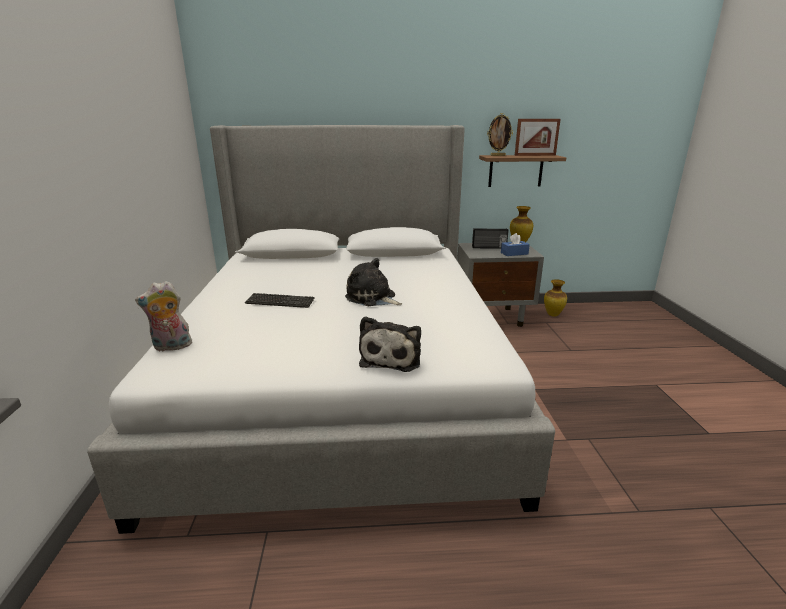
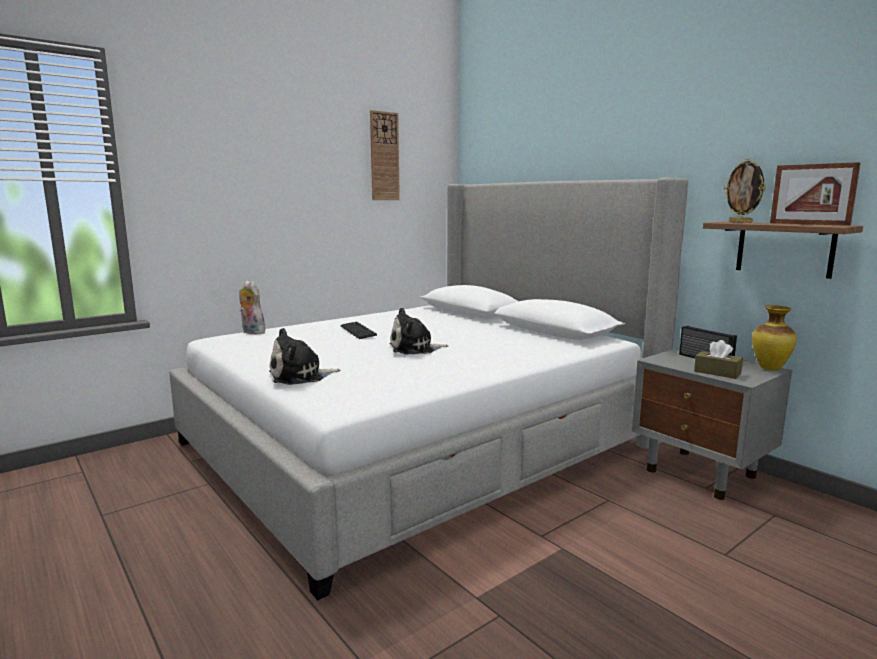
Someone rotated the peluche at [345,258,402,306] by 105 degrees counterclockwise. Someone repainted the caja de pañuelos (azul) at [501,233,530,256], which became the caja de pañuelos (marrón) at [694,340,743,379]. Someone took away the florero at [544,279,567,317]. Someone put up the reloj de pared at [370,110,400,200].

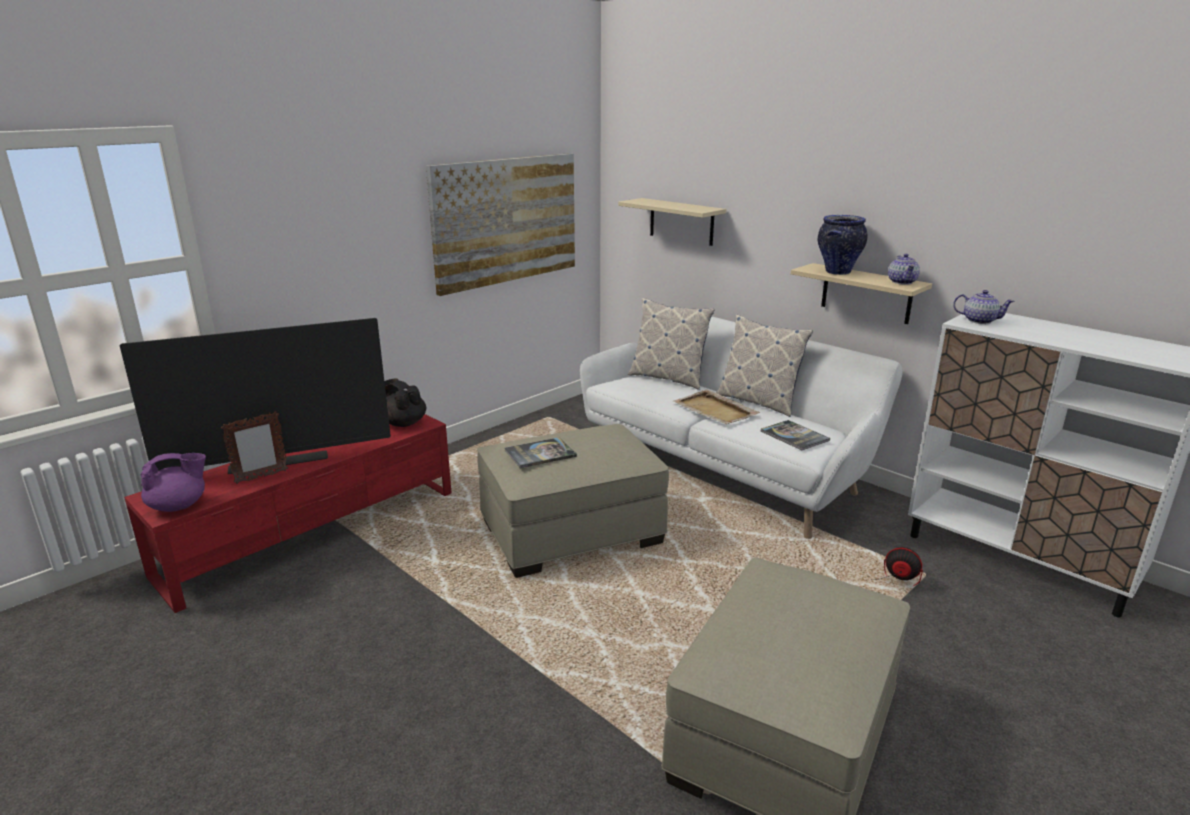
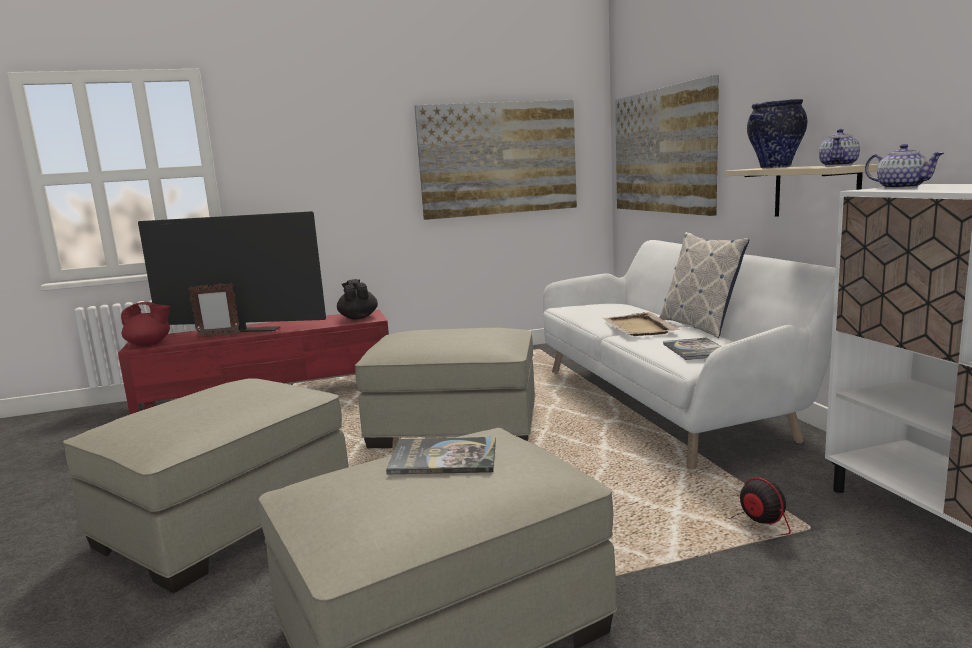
Someone repainted the tetera (morado) at [140,453,206,512], which became the tetera (rojo) at [121,302,171,346]. Someone carried the libro from [505,437,577,468] to [386,437,496,475]. Someone swapped the estante (beis) at [618,198,726,246] for the cuadro at [615,75,719,216]. Someone took away the cojín at [628,298,715,390]. Someone put down the puf (beis) at [63,378,349,593].

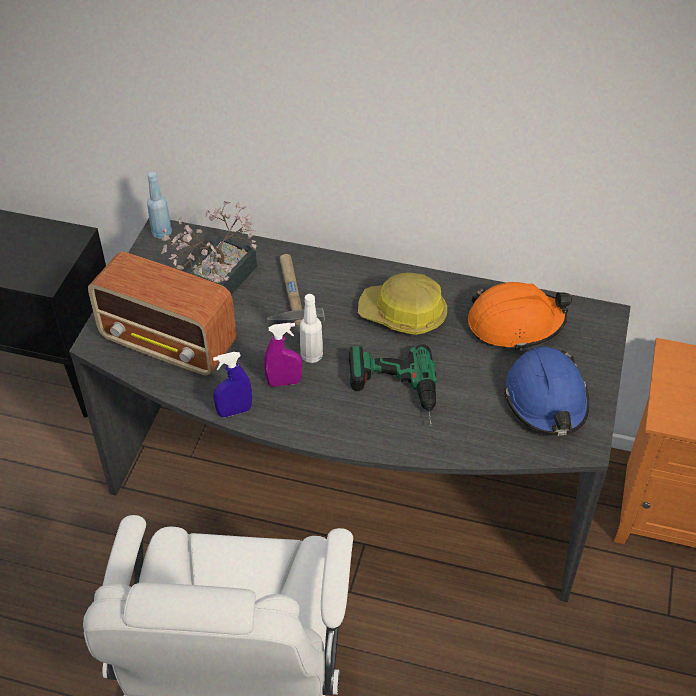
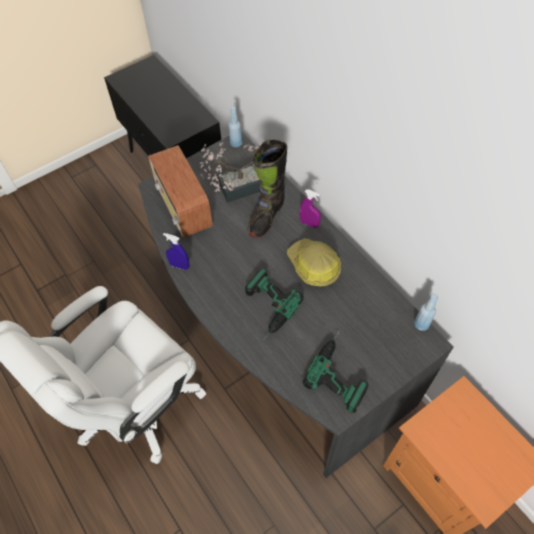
Someone carried the pulverizador (morado) from [264,323,302,387] to [300,189,321,228]. Someone swapped the martillo at [267,254,325,327] for the bota (negro) at [248,139,287,238]. Someone took away the botella (blanco) at [300,294,323,363]. Someone took away the casco (naranja) at [468,282,572,351]. Someone swapped the casco (azul) at [504,346,589,436] for the taladro at [303,331,368,413]. Someone put down the botella (azul) at [414,294,438,331].

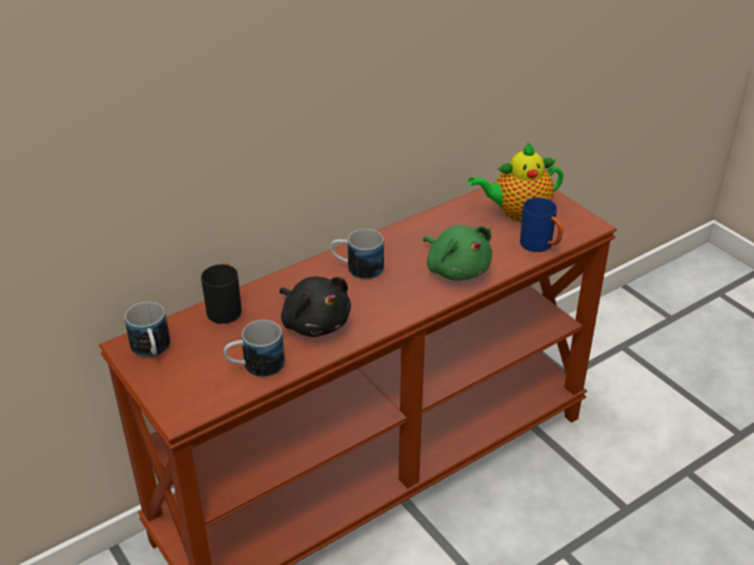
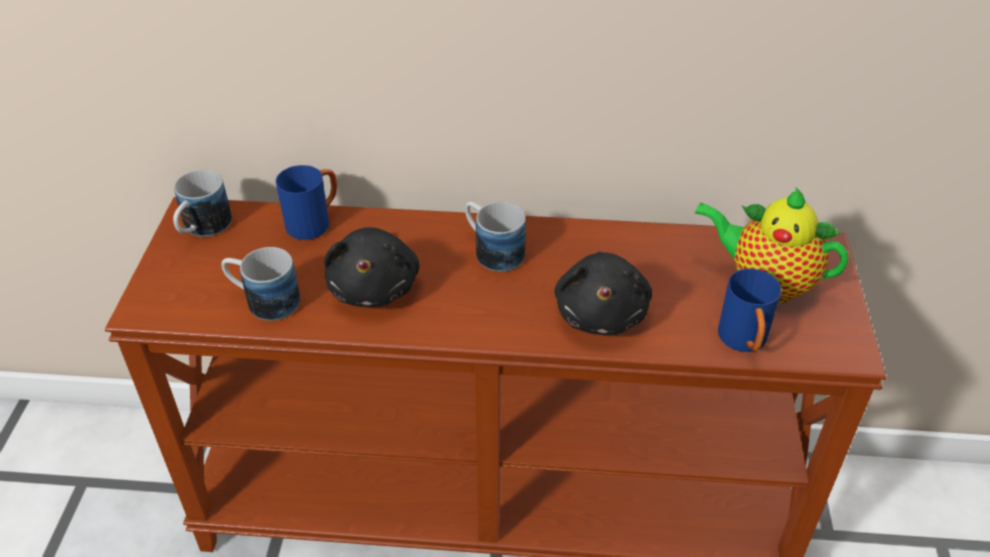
Someone repainted the taza grande (negro) at [201,263,242,324], which became the taza grande (azul) at [276,165,337,240]. Someone repainted the peluche (verde) at [423,225,492,281], which became the peluche (negro) at [554,251,652,335].

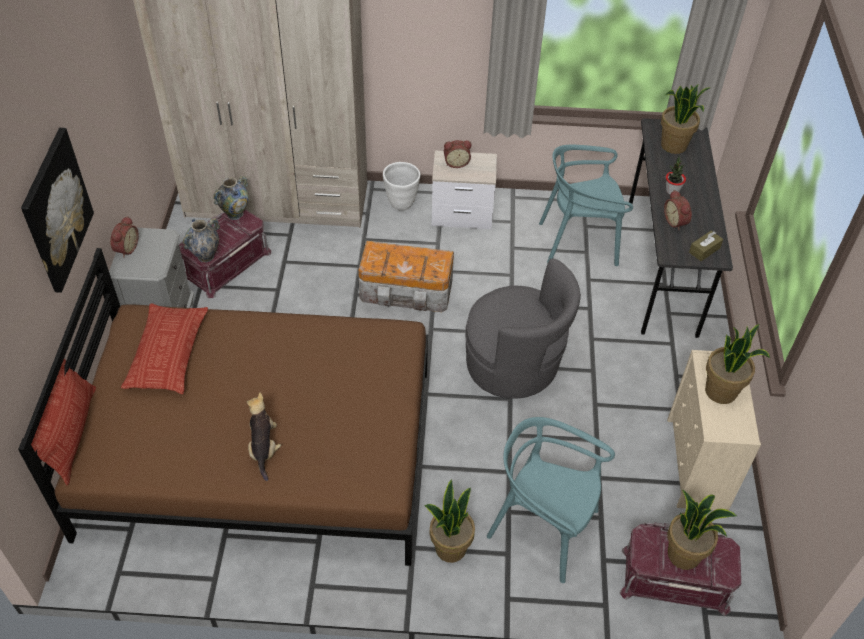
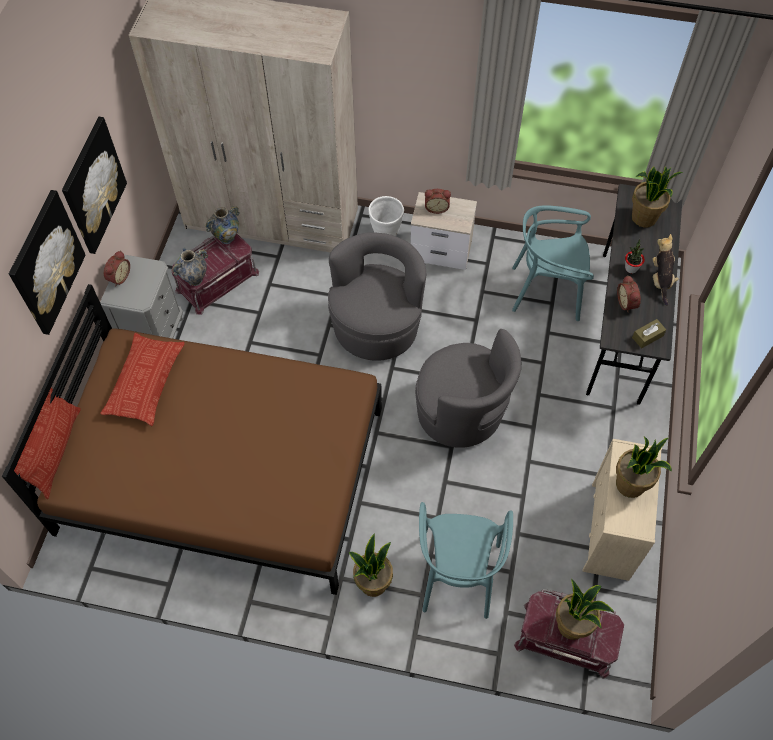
Someone carried the peluche from [246,393,281,481] to [652,234,679,306]. Someone swapped the caja de almacenaje at [358,241,454,312] for the sillón (gris) at [328,232,426,361]. Someone rotated the silla (turquesa) at [487,417,615,583] by 120 degrees counterclockwise. Someone put up the cuadro at [62,117,127,254].

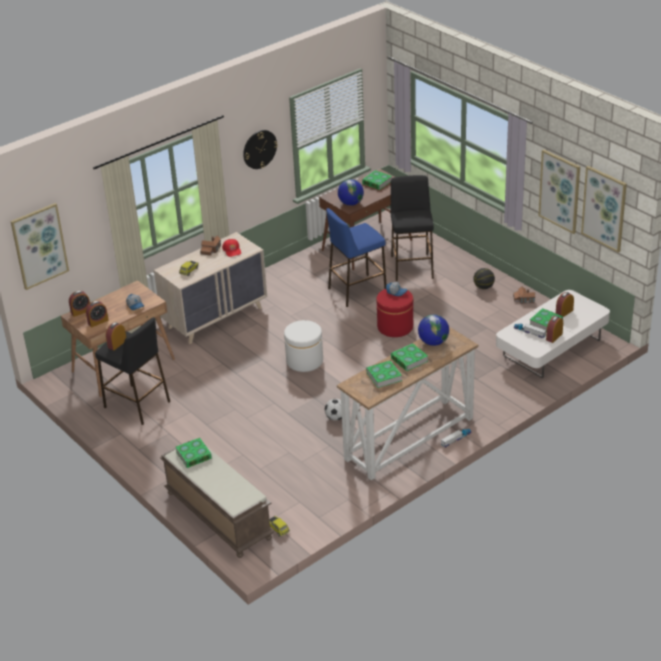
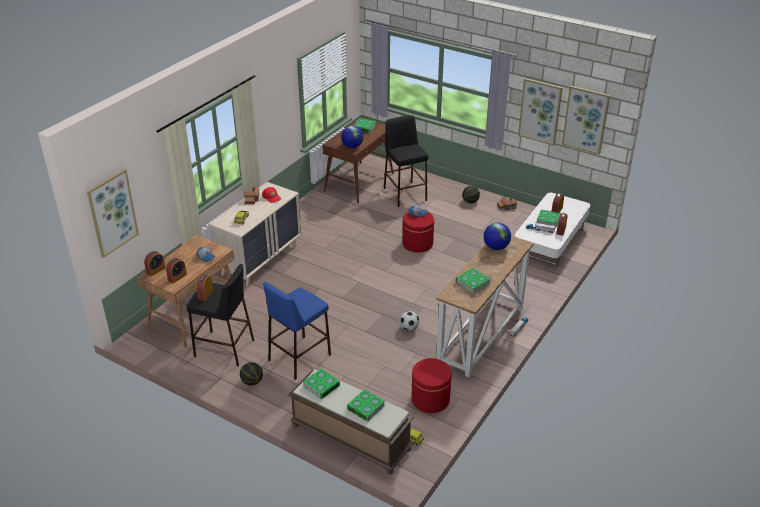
Someone took away the reloj de pared at [243,130,278,169]. Someone took away the puf (blanco) at [284,320,323,372]. Someone carried the taburete (azul) from [326,208,387,307] to [263,282,331,380]. Someone carried the libro from [391,343,428,371] to [347,389,384,422]. Someone put down the balón de baloncesto at [240,362,263,386]. Someone put down the puf (rojo) at [411,358,452,413].

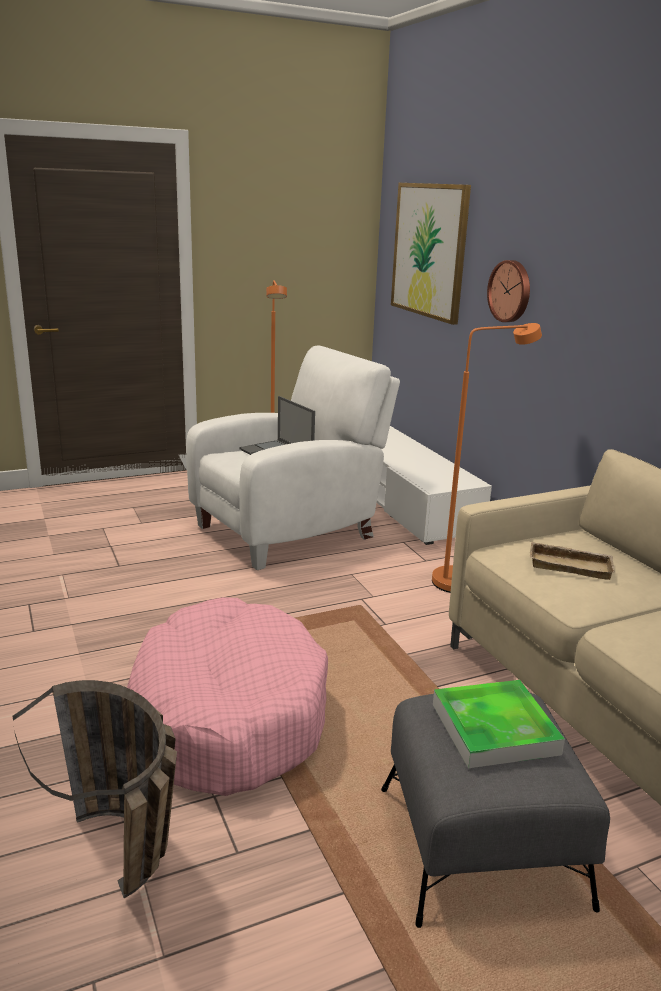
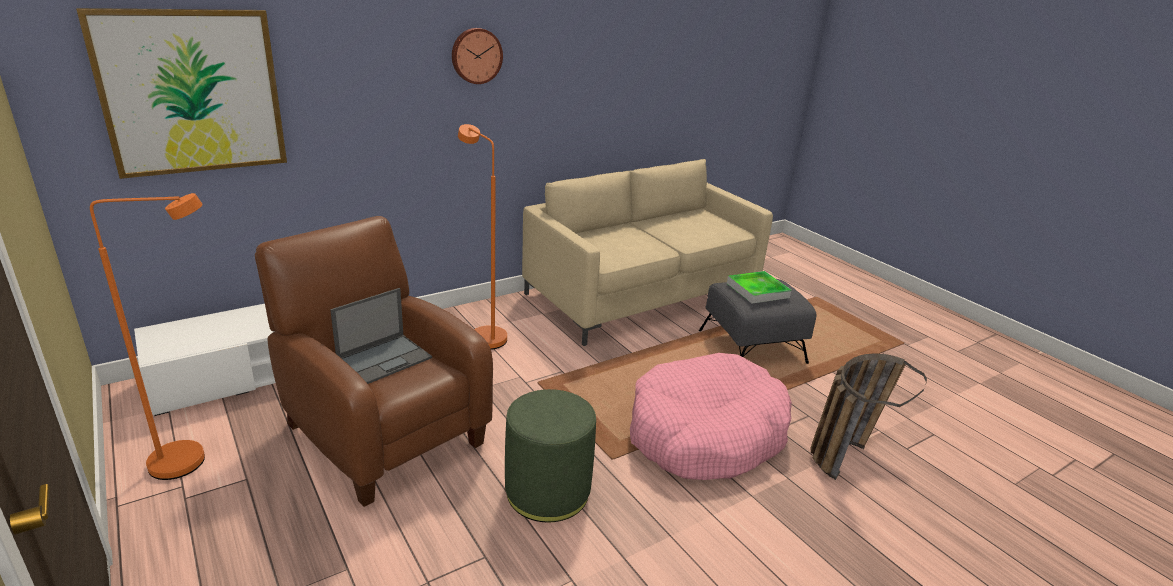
Someone repainted the sillón (blanco) at [186,346,400,570], which became the sillón (marrón) at [255,216,493,507]. Someone carried the reloj de pared from [487,260,530,322] to [452,28,503,84]. Someone took away the bandeja (beis) at [529,542,615,580]. Someone put down the puf (verde) at [505,389,596,522].

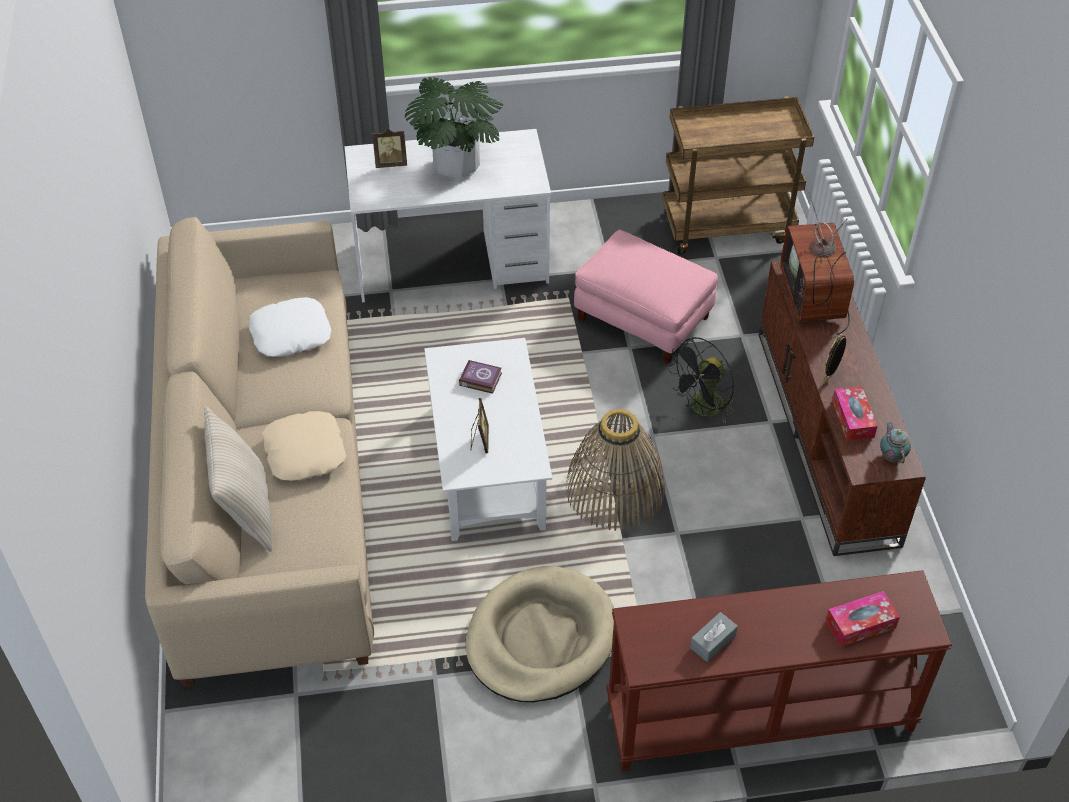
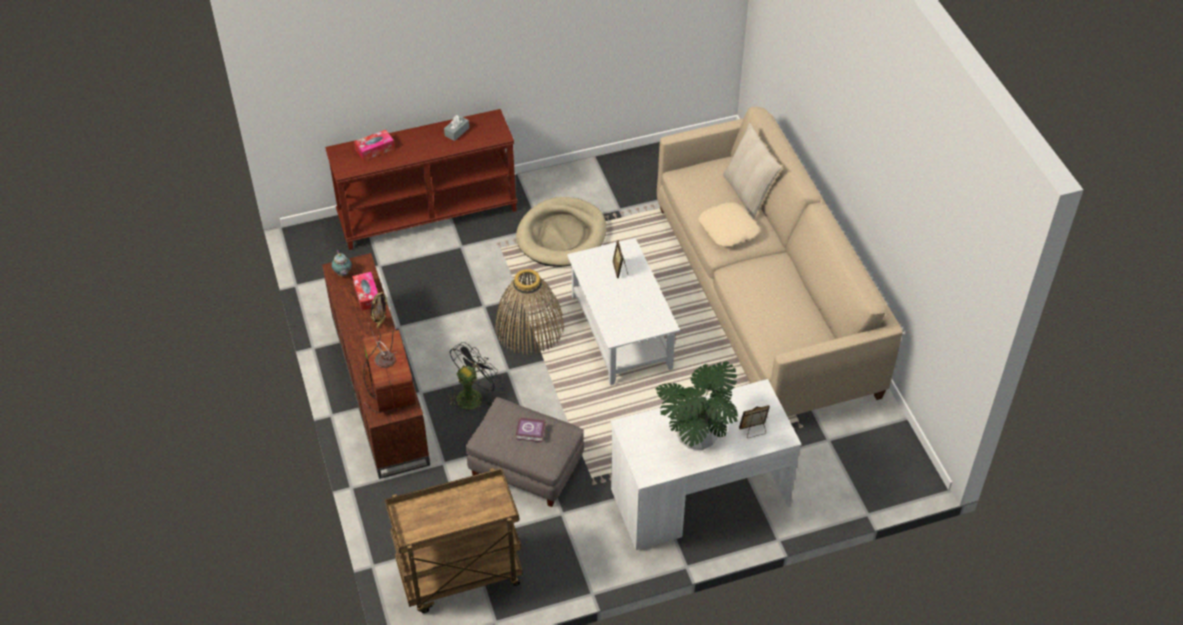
Someone took away the cojín (blanco) at [249,297,331,357]. Someone carried the libro from [459,360,502,394] to [516,418,546,442]. Someone repainted the puf (rosa) at [574,230,718,364], which became the puf (gris) at [466,397,584,507].

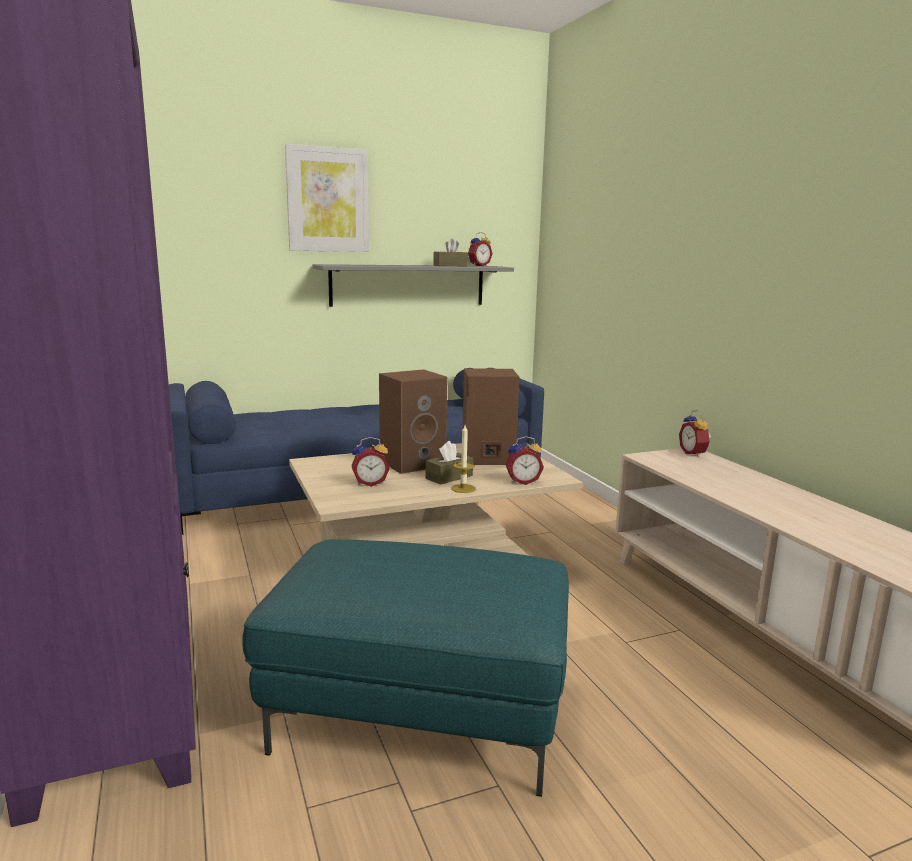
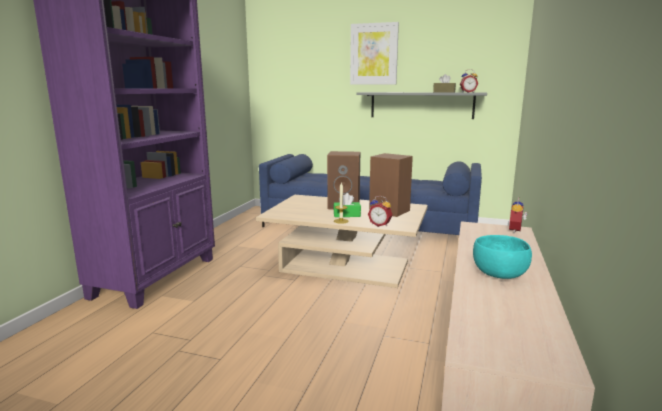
Someone took away the puf (turquesa) at [242,539,569,797]. Someone took away the despertador at [351,437,390,487]. Someone repainted the caja de pañuelos (marrón) at [426,441,473,485], which became the caja de pañuelos (verde) at [333,193,361,217]. Someone put down the cuenco (turquesa) at [473,235,532,279].

